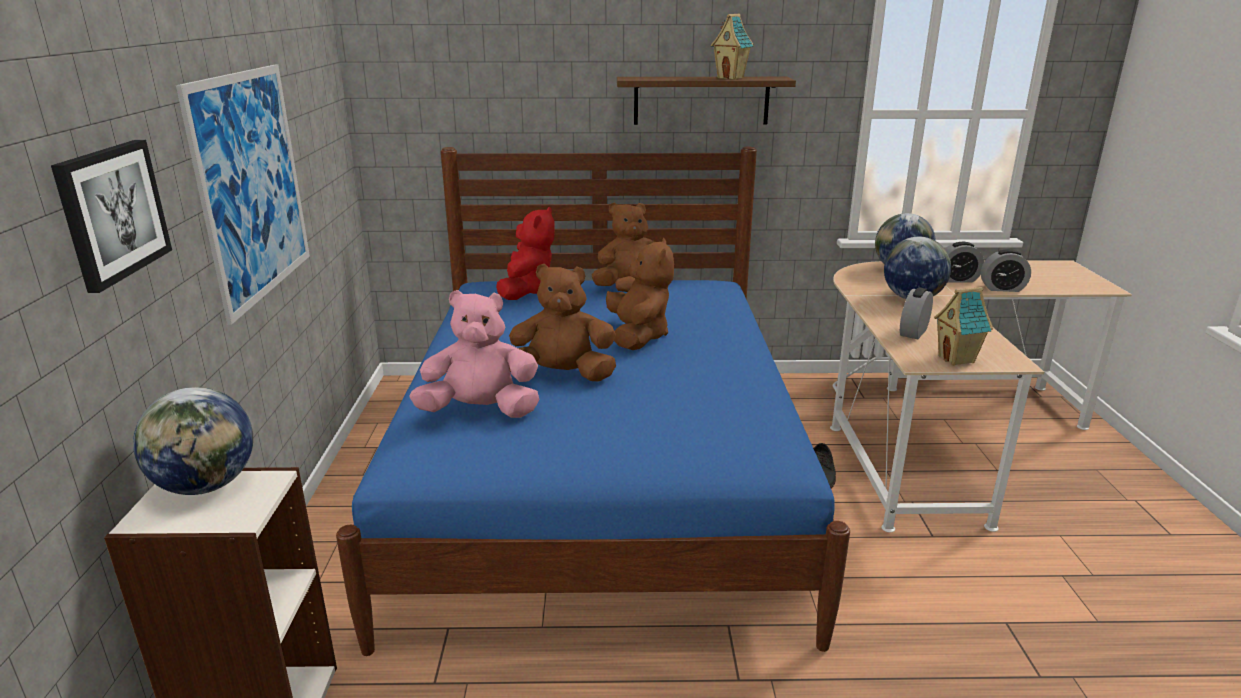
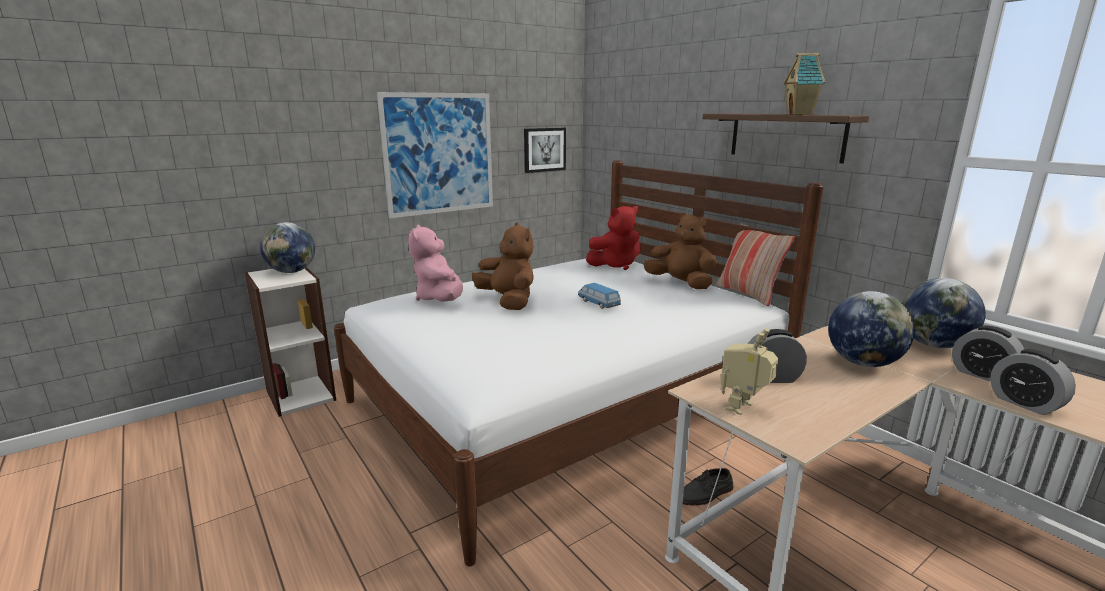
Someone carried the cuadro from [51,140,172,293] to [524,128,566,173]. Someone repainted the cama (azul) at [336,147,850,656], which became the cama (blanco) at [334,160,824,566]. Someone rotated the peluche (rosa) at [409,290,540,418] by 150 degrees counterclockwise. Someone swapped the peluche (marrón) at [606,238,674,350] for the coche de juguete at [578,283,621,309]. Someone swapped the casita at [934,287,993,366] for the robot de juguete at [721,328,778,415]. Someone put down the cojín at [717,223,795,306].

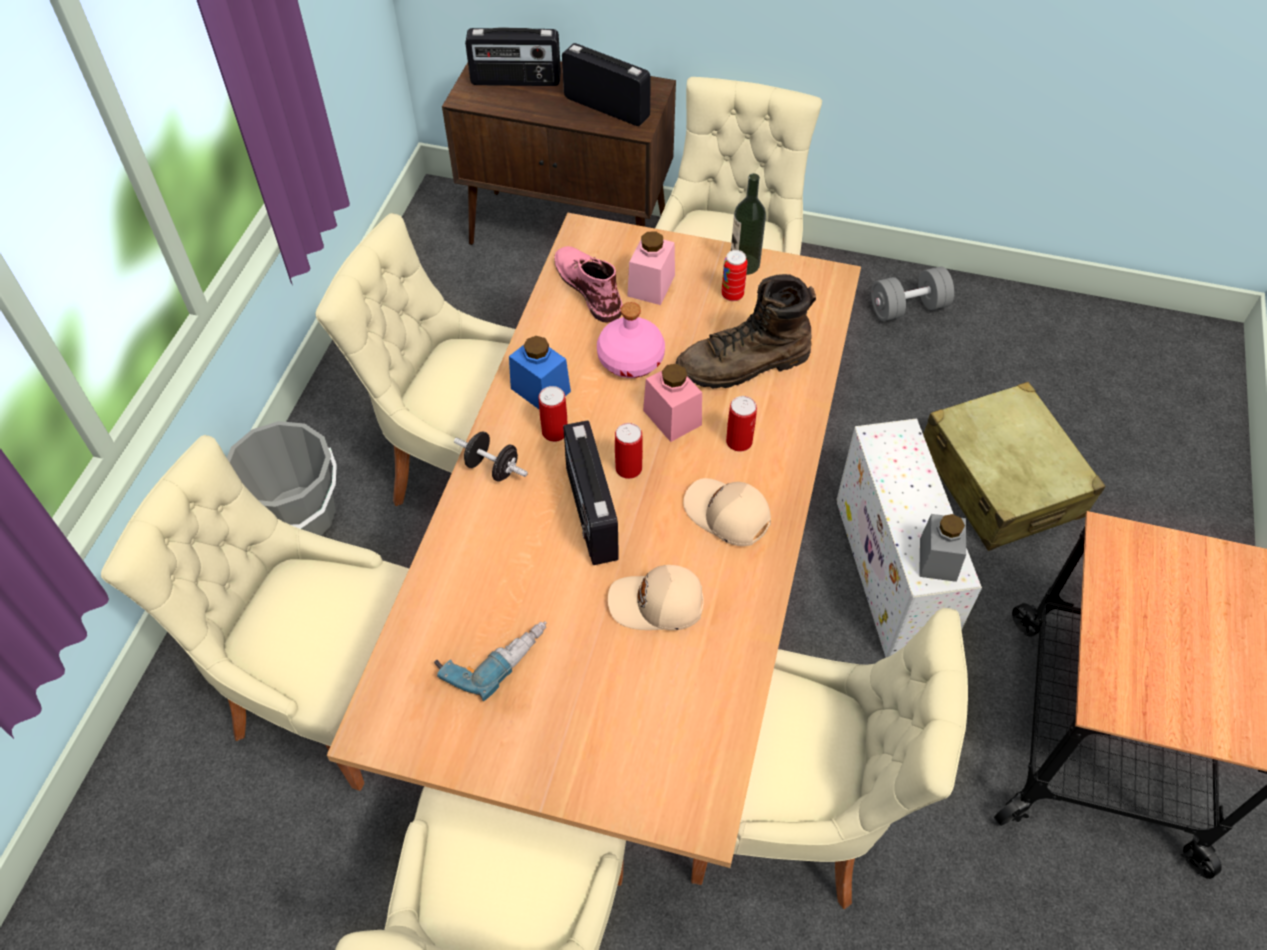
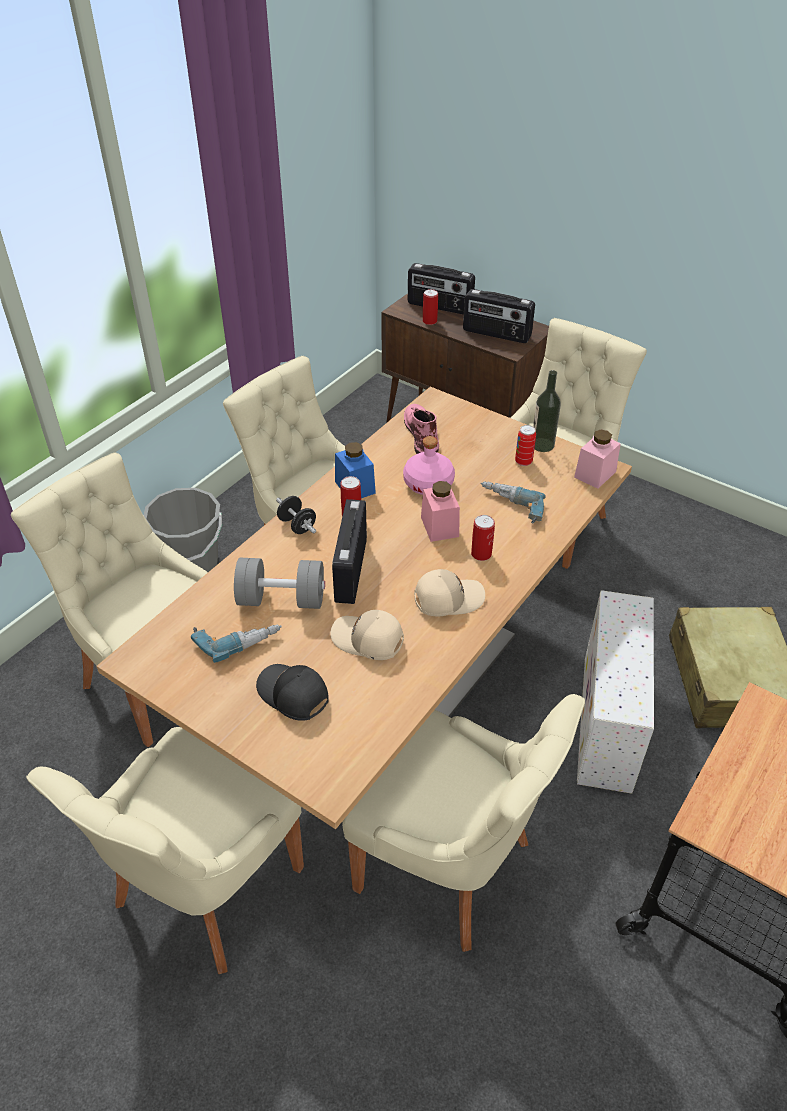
Someone rotated the radio at [562,43,651,126] by 150 degrees clockwise. Someone carried the lata from [615,423,643,479] to [423,289,438,325]. Someone carried the tarro (rosa) from [627,231,675,305] to [574,430,621,489]. Someone swapped the bota (marrón) at [676,274,816,389] for the taladro at [481,481,546,523]. Someone rotated the gorra (beis) at [683,478,771,546] by 105 degrees clockwise. Someone carried the mancuerna (gris) from [871,266,954,321] to [234,558,325,609]. Someone took away the tarro (gris) at [919,514,966,582]. Someone put down the gorra (negro) at [256,664,329,721].

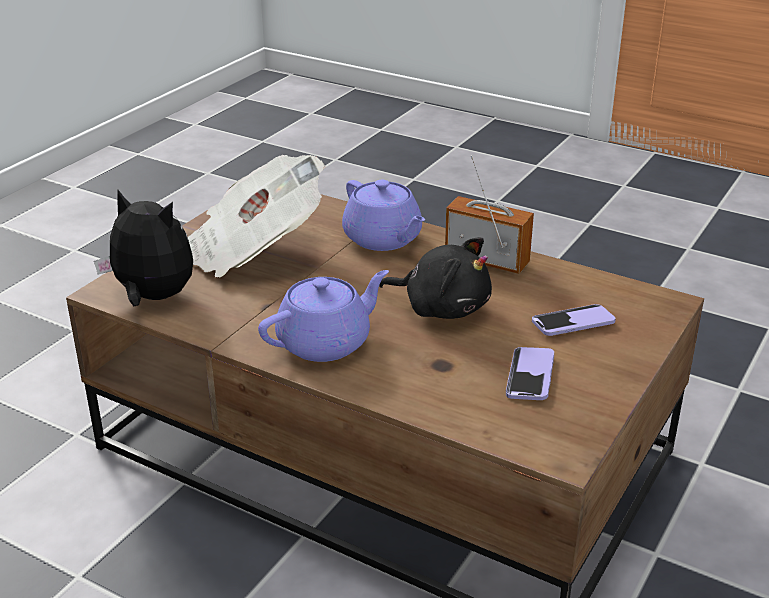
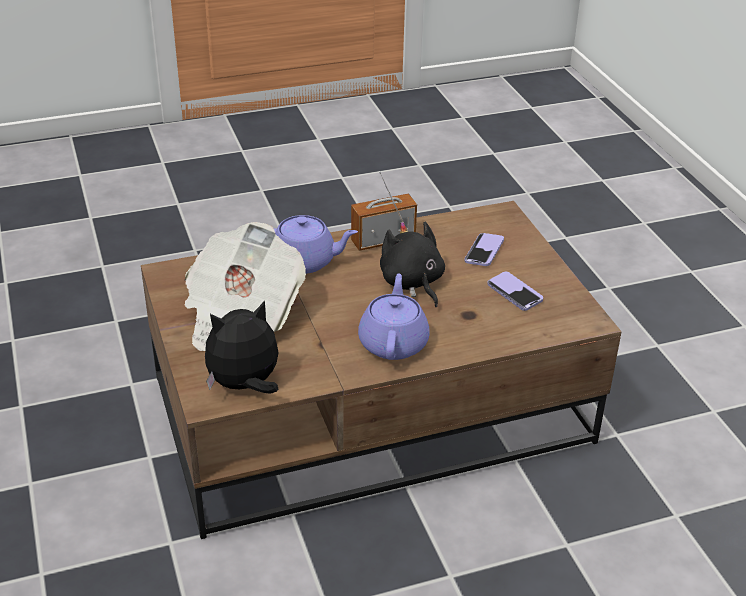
Someone rotated the peluche (negro) at [379,237,492,319] by 90 degrees counterclockwise.

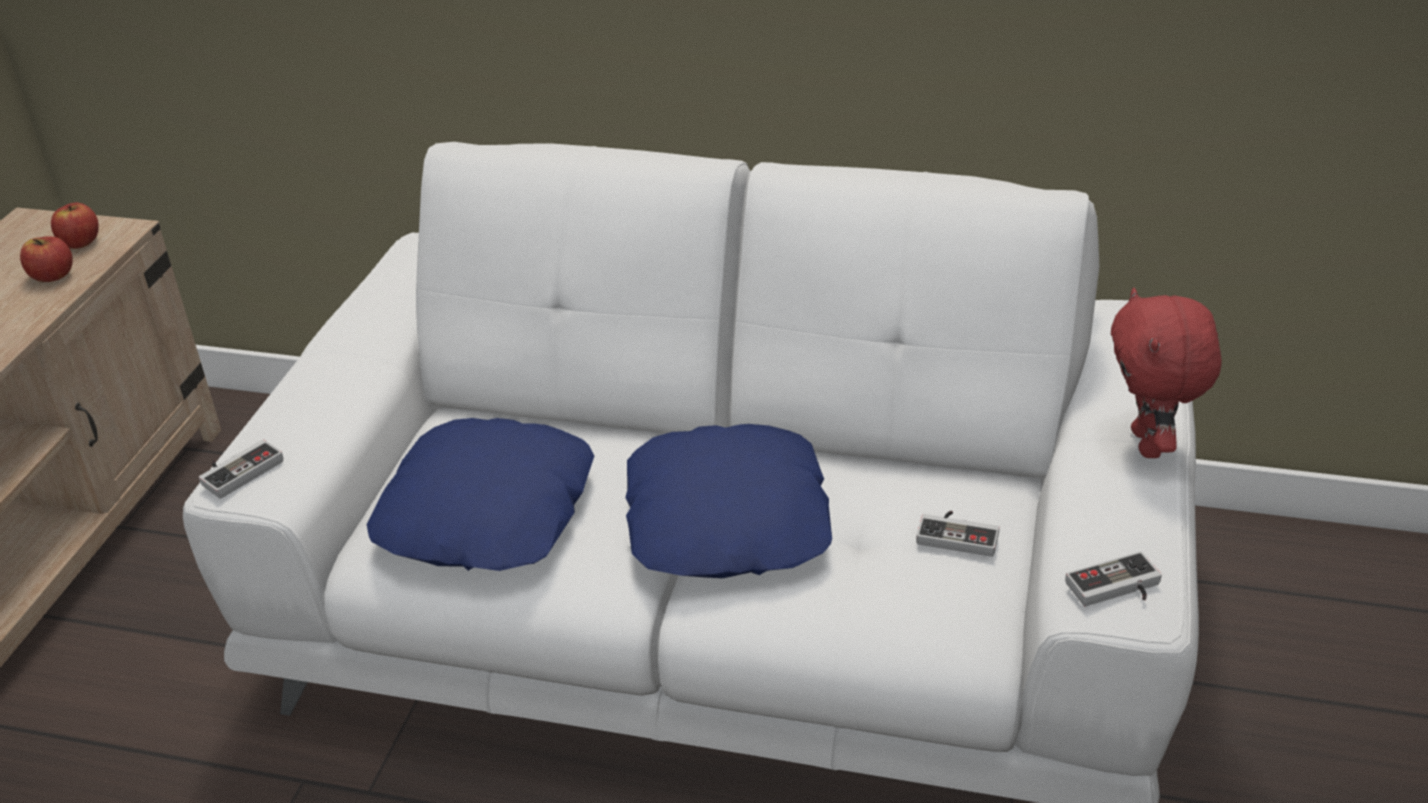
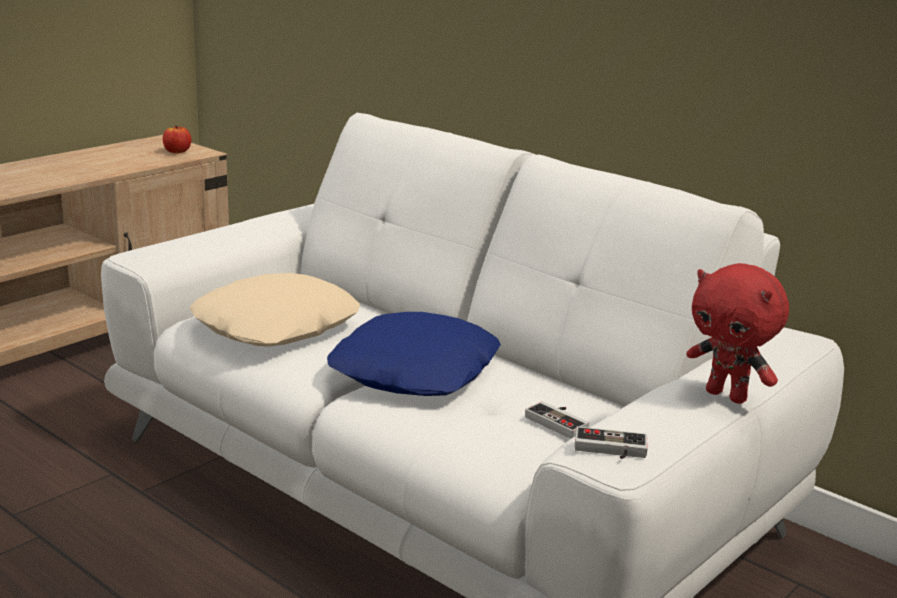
Someone took away the manzana at [20,236,73,282]. Someone took away the mando de consola at [199,440,283,499]. Someone repainted the cojín (azul) at [367,418,594,571], which became the cojín (beis) at [190,273,360,347]. Someone rotated the peluche (rojo) at [1111,288,1222,458] by 75 degrees counterclockwise.

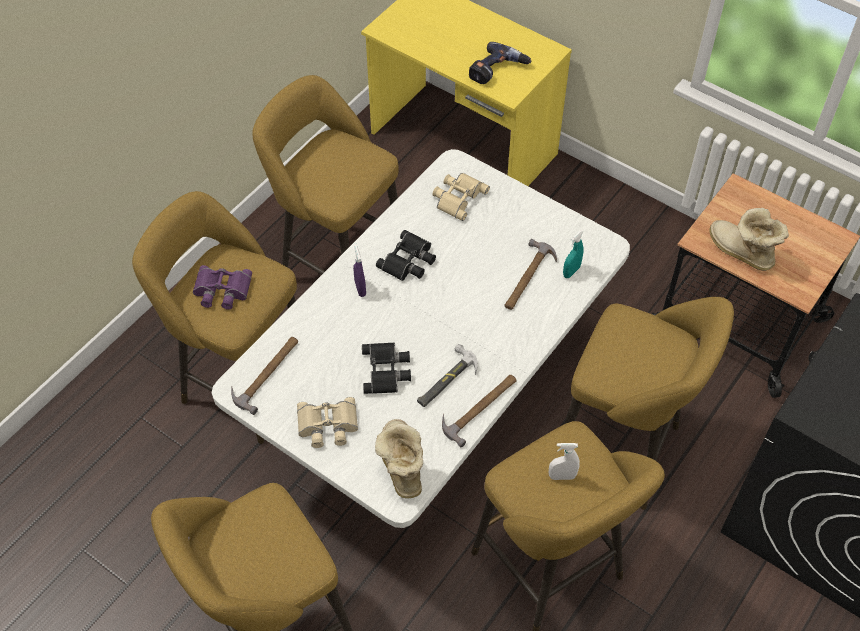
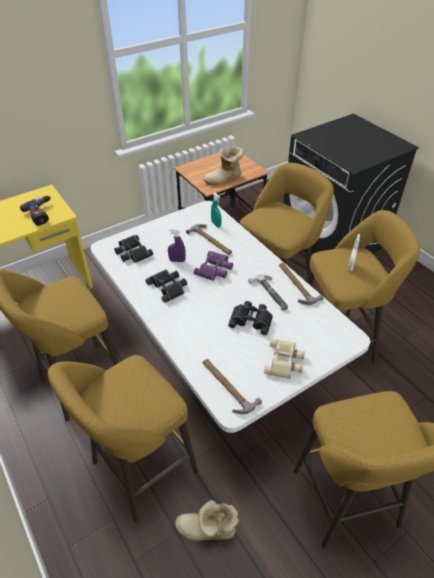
Someone carried the prismáticos (morado) from [193,265,252,310] to [194,251,233,281]. Someone carried the pulverizador (morado) from [353,243,366,297] to [168,229,186,262]. Someone carried the bota from [375,419,423,498] to [175,500,239,541]. Someone repainted the prismáticos (beis) at [433,173,490,221], which became the prismáticos (negro) at [114,235,153,263].

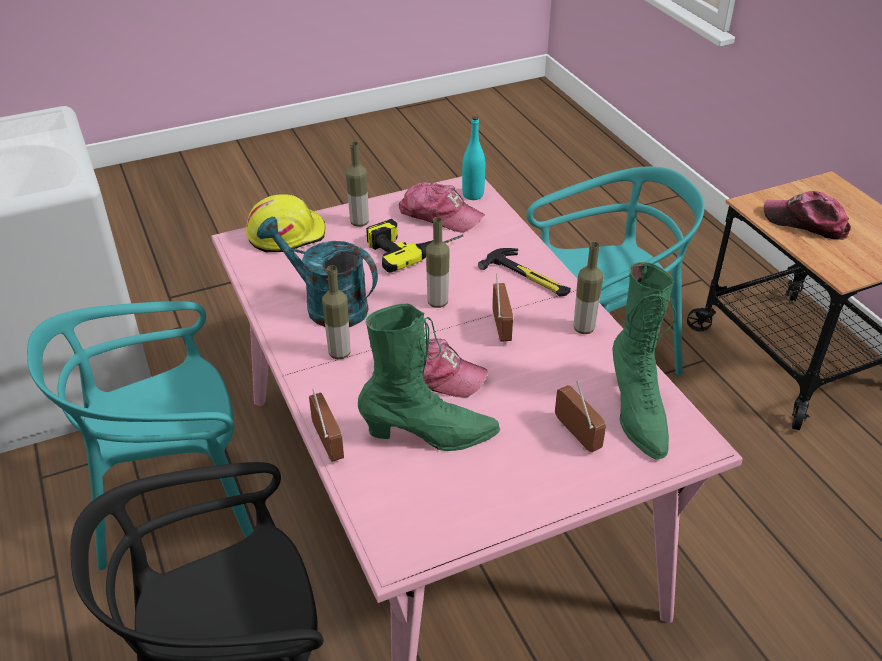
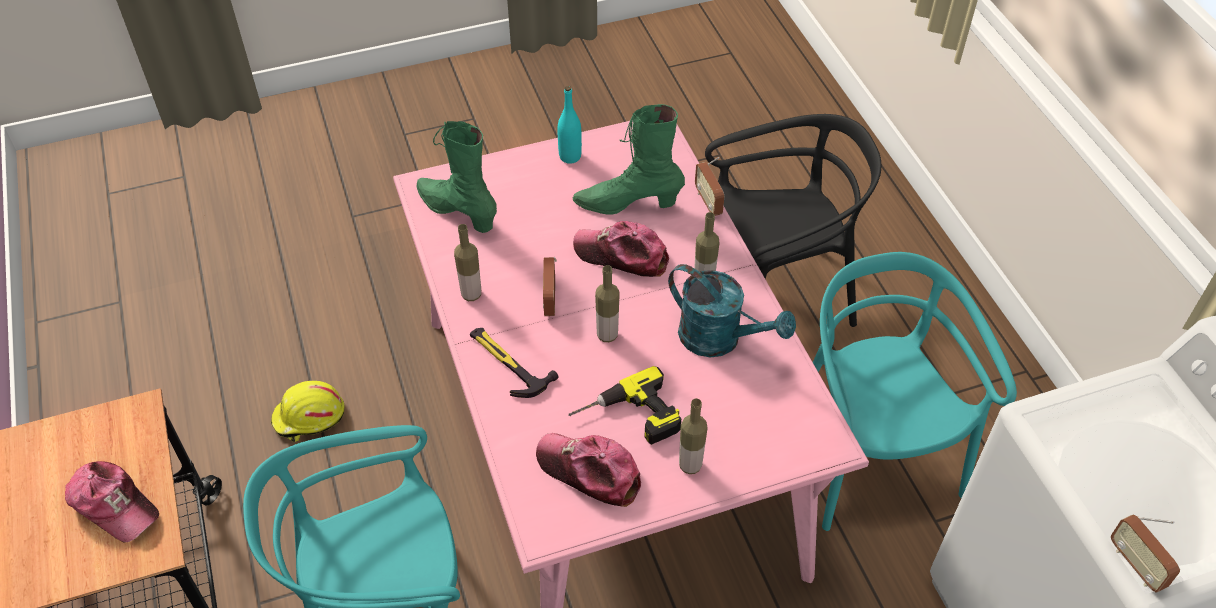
Someone rotated the silla (turquesa) at [27,301,254,570] by 90 degrees counterclockwise. Someone carried the casco (amarillo) from [246,194,325,252] to [271,381,344,442]. Someone carried the botella (turquesa) from [462,116,485,200] to [557,86,582,164]. Someone carried the radio from [555,381,606,452] to [1111,514,1180,592]. Someone rotated the bota (verde) at [612,262,676,459] by 45 degrees counterclockwise.

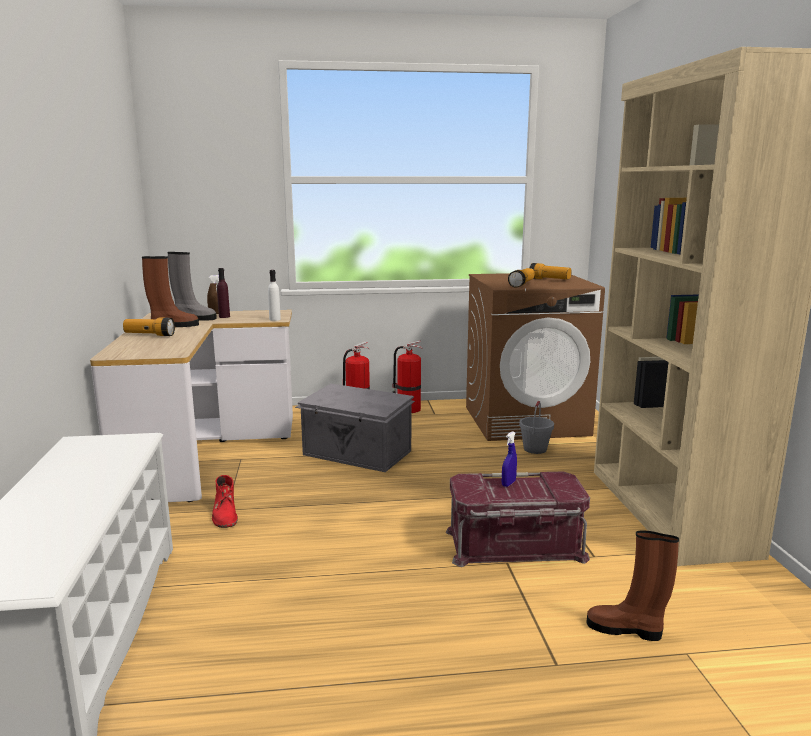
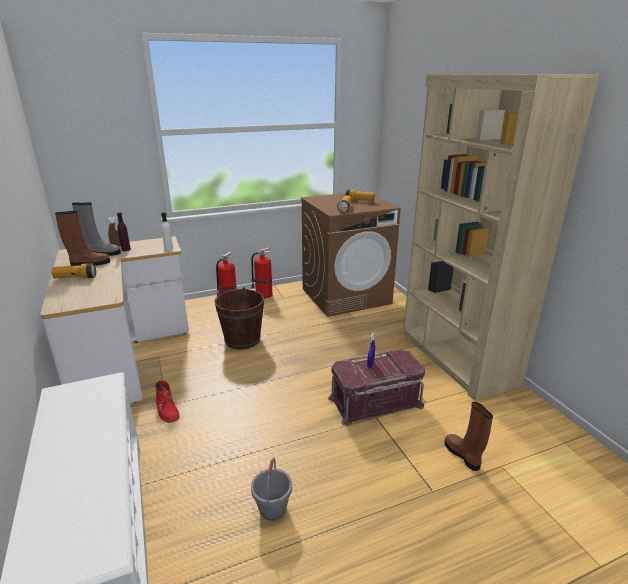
Someone swapped the caja de almacenaje (gris) at [295,384,415,472] for the cubo (marrón) at [215,287,264,349]. Someone carried the cubo (gris) from [519,401,554,454] to [251,457,292,521]. Someone rotated the bota (marrón) at [587,531,679,641] by 60 degrees clockwise.

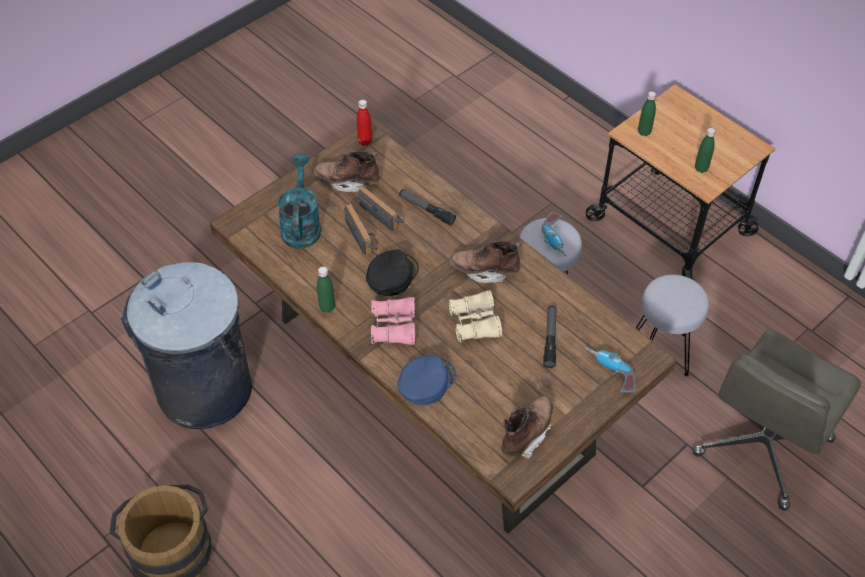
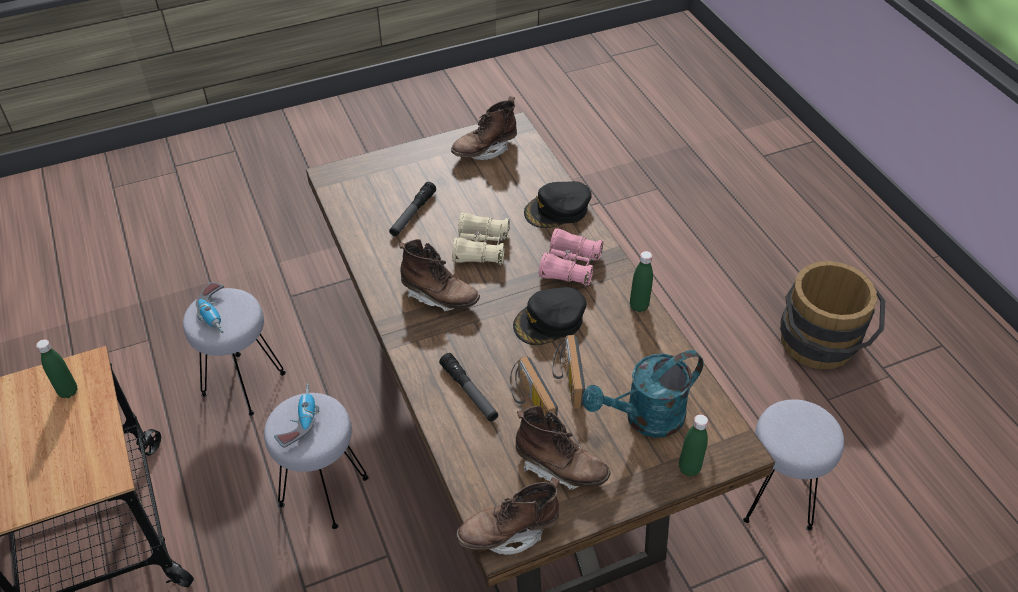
Someone swapped the papelera (gris) at [120,262,252,429] for the taburete (gris) at [743,399,844,531]. Someone rotated the regadera (turquesa) at [277,154,321,249] by 45 degrees clockwise. Someone swapped the botella (rojo) at [357,100,372,146] for the bota (marrón) at [456,477,560,555]. Someone repainted the gorra (azul) at [398,355,456,405], which became the gorra (negro) at [524,181,592,228]. Someone carried the taladro from [585,347,636,393] to [196,282,224,333]. Someone carried the botella (verde) from [638,91,656,136] to [679,414,708,477]. Someone took away the silla de oficina (gris) at [692,330,861,511].

